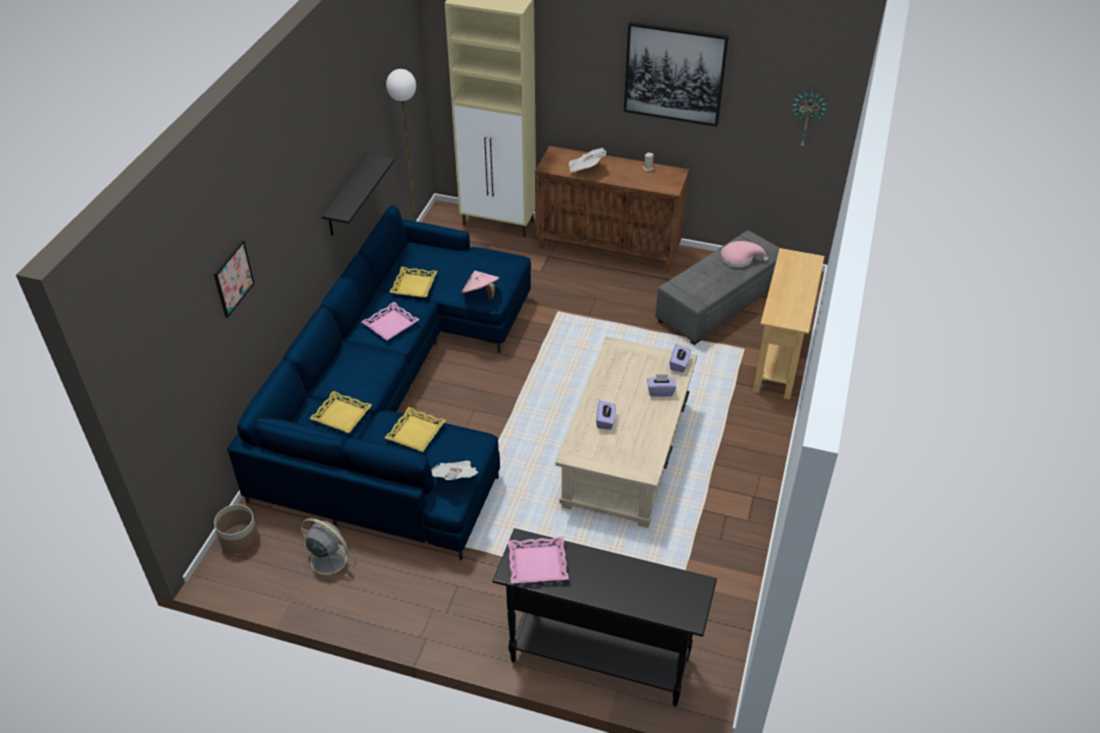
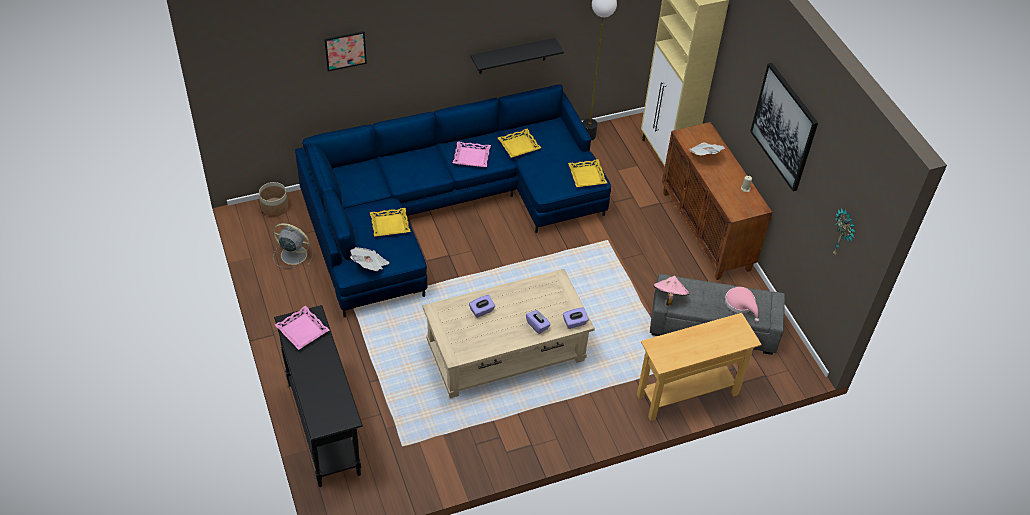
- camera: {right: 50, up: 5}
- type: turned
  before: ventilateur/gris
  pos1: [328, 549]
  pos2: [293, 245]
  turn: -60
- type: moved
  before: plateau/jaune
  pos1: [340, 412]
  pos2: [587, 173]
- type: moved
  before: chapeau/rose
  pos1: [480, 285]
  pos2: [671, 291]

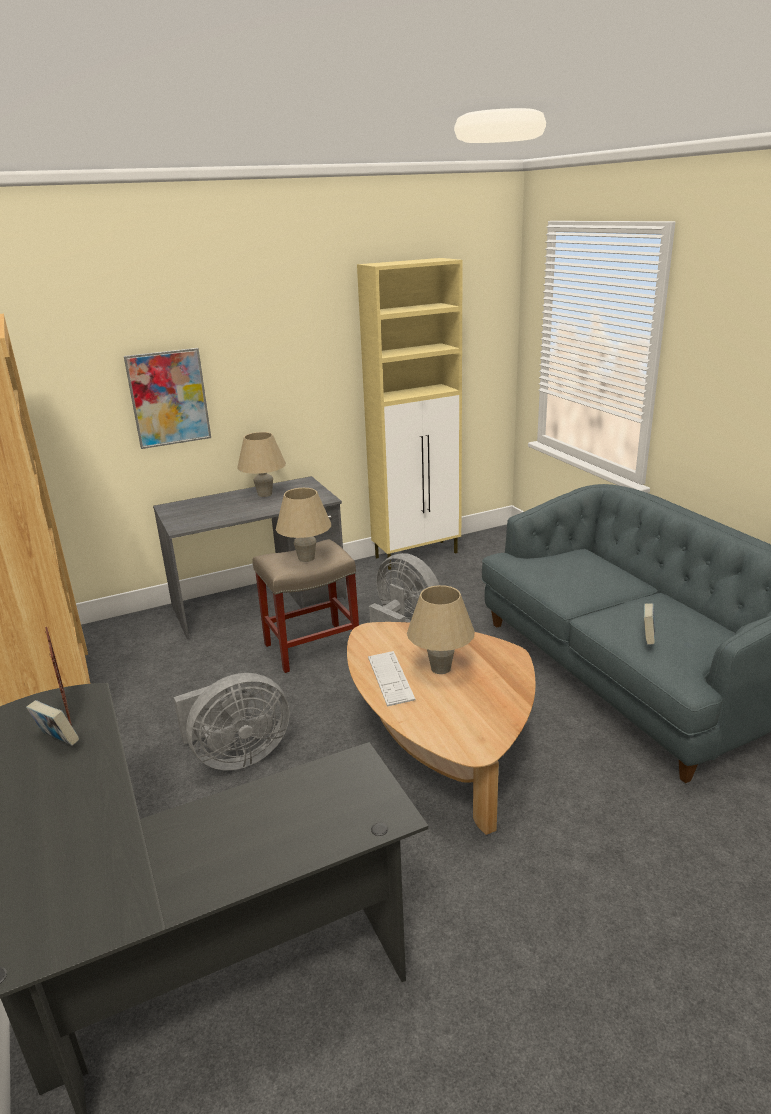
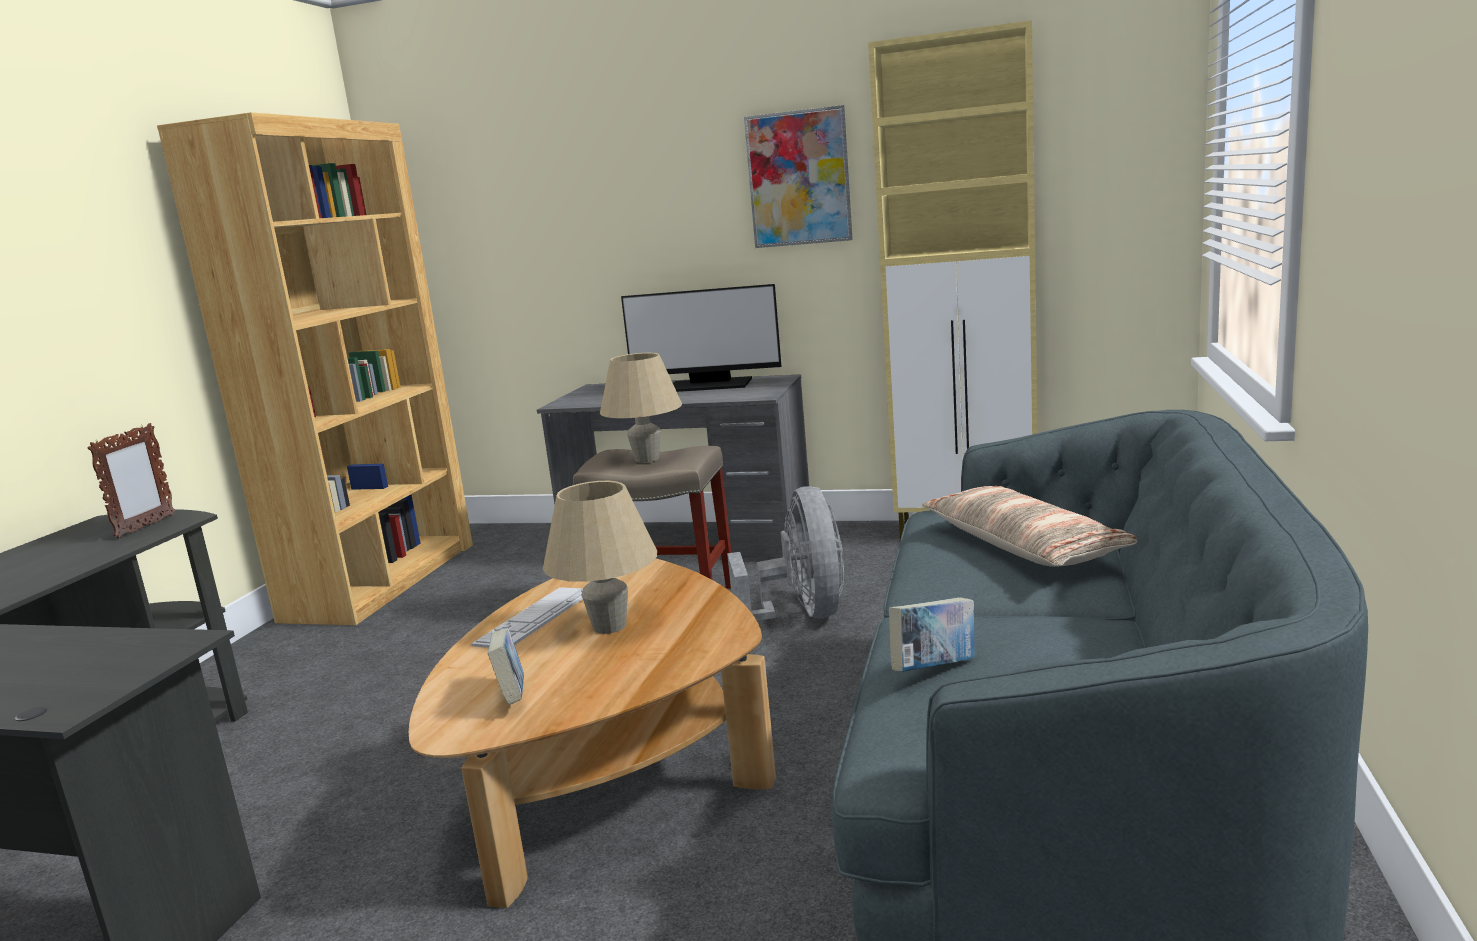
- camera: {right: 40, up: -10}
- type: moved
  before: livre
  pos1: [52, 723]
  pos2: [506, 666]
- type: replaced
  before: lampe de table/beige
  after: écran d'ordinateur
  pos1: [261, 464]
  pos2: [701, 338]
- type: moved
  before: tableau
  pos1: [167, 398]
  pos2: [798, 176]
- type: added
  after: coussin
  pos2: [1029, 526]
- type: removed
  before: ventilateur/gris
  pos1: [231, 721]

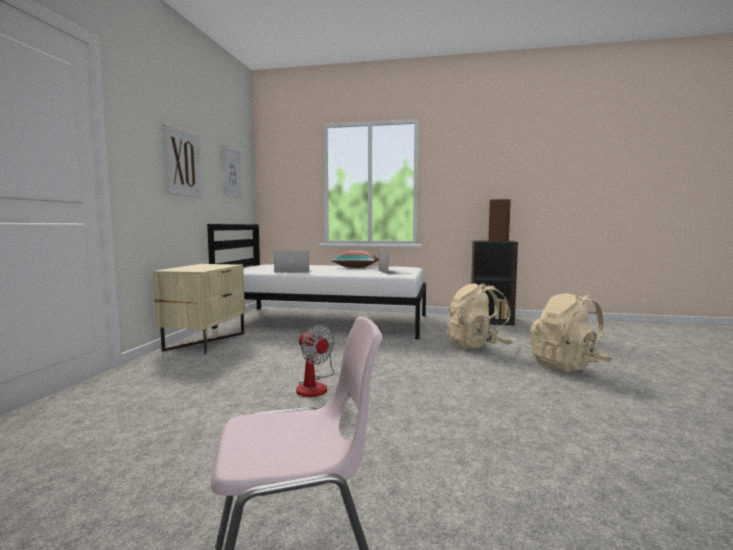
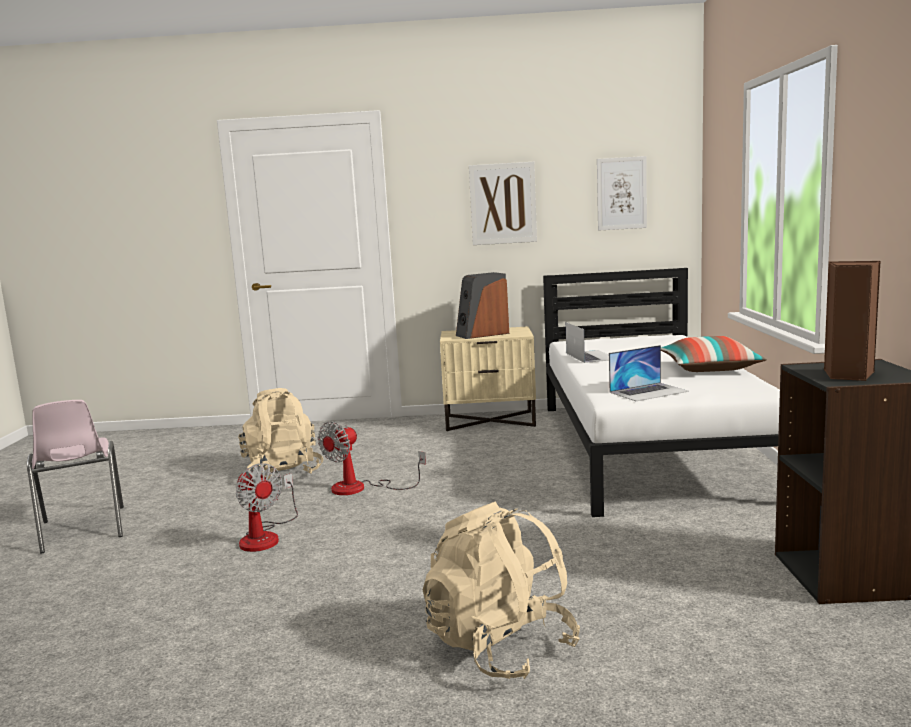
- camera: {right: 80, up: 5}
- type: added
  after: ventilateur
  pos2: [267, 507]
- type: moved
  before: sac à dos/beige
  pos1: [480, 316]
  pos2: [280, 433]
- type: added
  after: enceinte
  pos2: [482, 305]

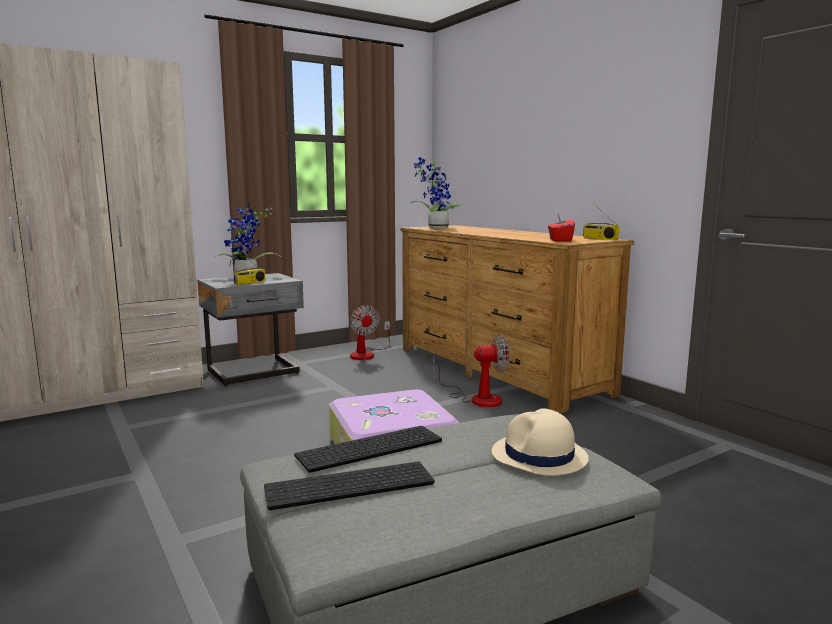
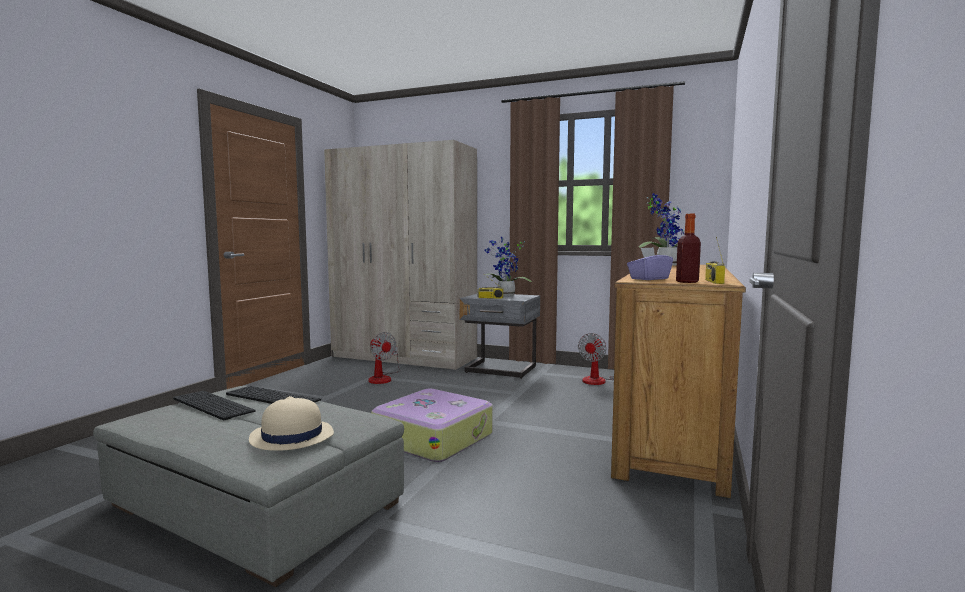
- camera: {right: 55, up: -5}
- type: moved
  before: ventilateur
  pos1: [471, 370]
  pos2: [384, 358]
- type: recoloured
  before: boîte à mouchoirs/rouge
  after: boîte à mouchoirs/violet
  pos1: [561, 228]
  pos2: [650, 263]
- type: added
  after: bouteille
  pos2: [688, 248]

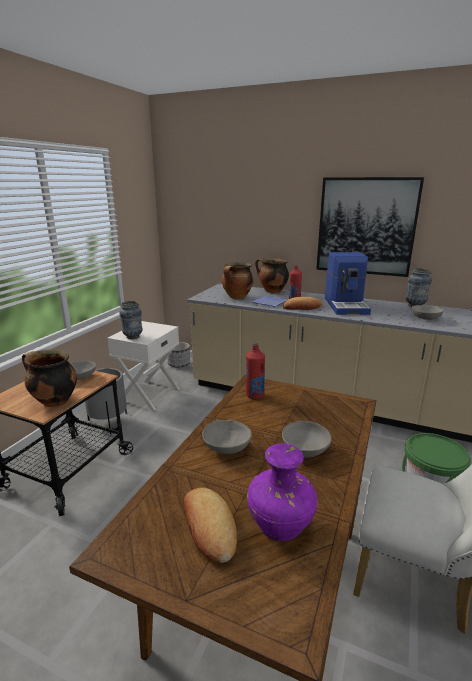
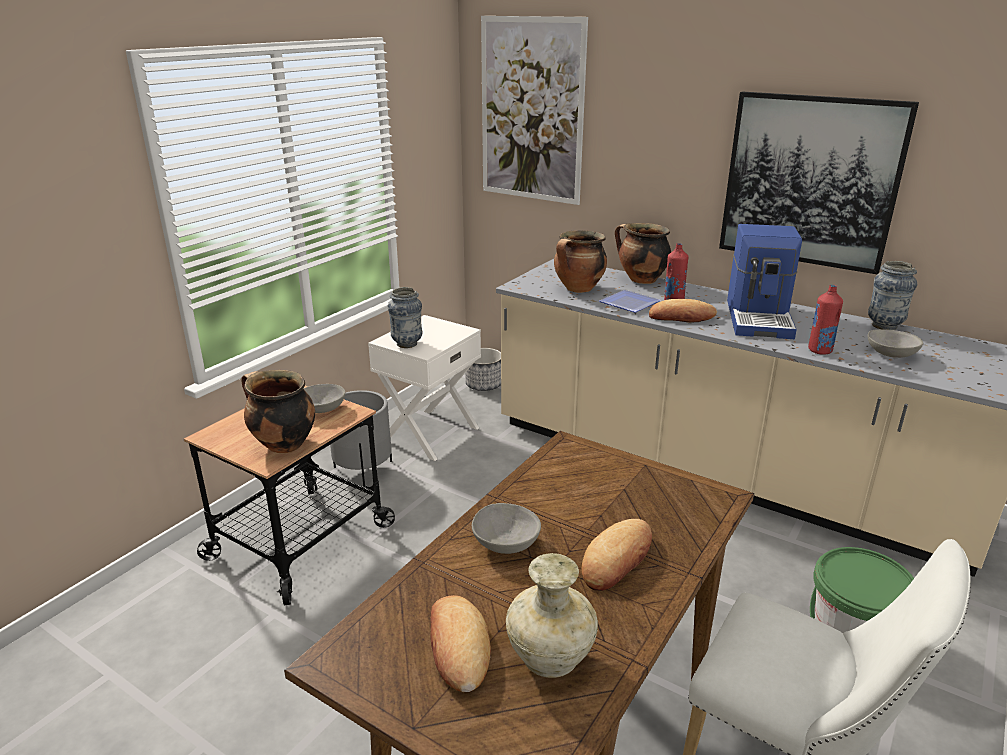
- camera: {right: 10, up: 5}
- type: added
  after: tableau
  pos2: [534, 110]
- type: recoloured
  before: vase/violet
  after: vase/beige
  pos1: [282, 492]
  pos2: [552, 615]
- type: replaced
  before: bol/gris
  after: pain
  pos1: [307, 439]
  pos2: [617, 555]
- type: moved
  before: bouteille/rouge
  pos1: [255, 371]
  pos2: [825, 320]

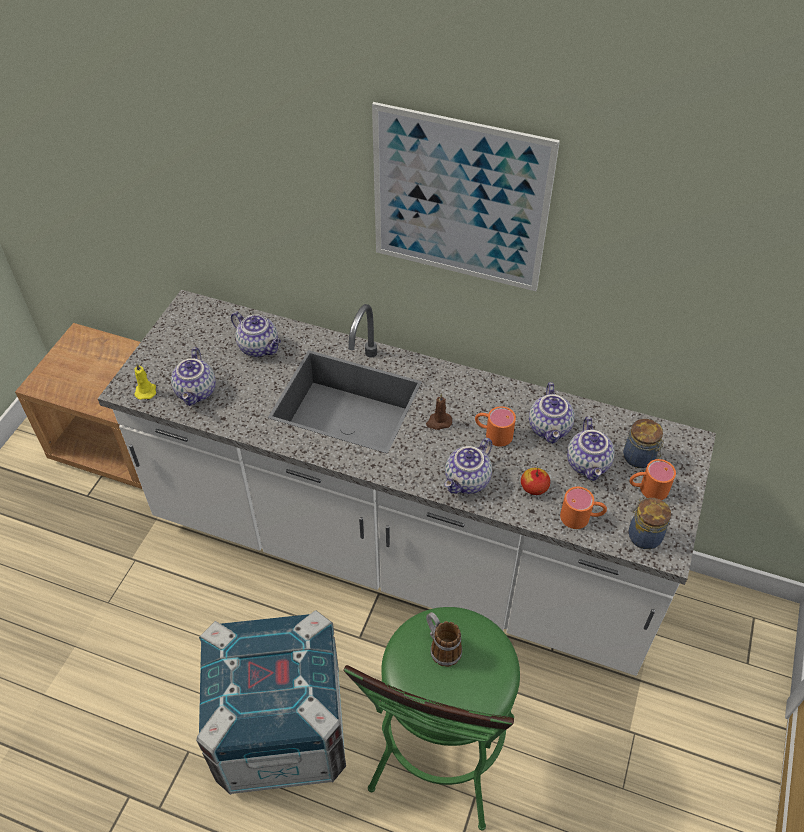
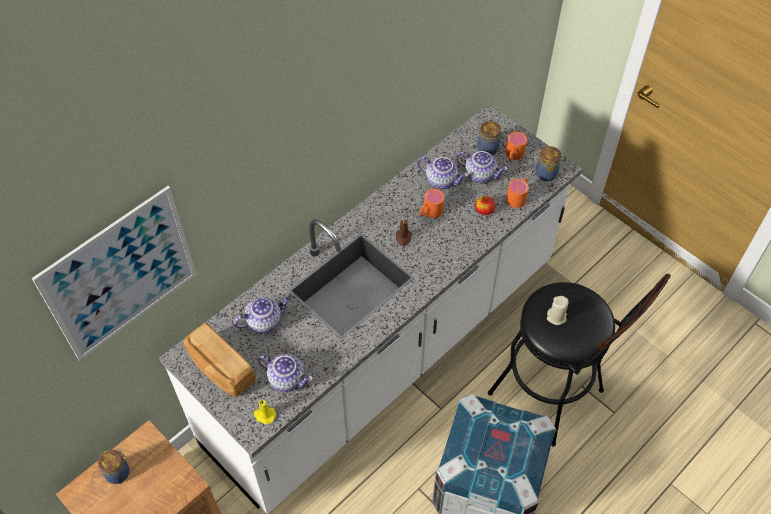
- camera: {right: -65, up: 5}
- type: moved
  before: tableau
  pos1: [466, 196]
  pos2: [114, 273]
- type: added
  after: bocal
  pos2: [114, 466]
- type: added
  after: pain
  pos2: [220, 360]
- type: recoloured
  before: tabouret/vert
  after: tabouret/noir
  pos1: [431, 719]
  pos2: [579, 360]
- type: replaced
  before: mug
  after: bougie/beige
  pos1: [444, 639]
  pos2: [557, 310]
- type: removed
  before: théière
  pos1: [468, 466]

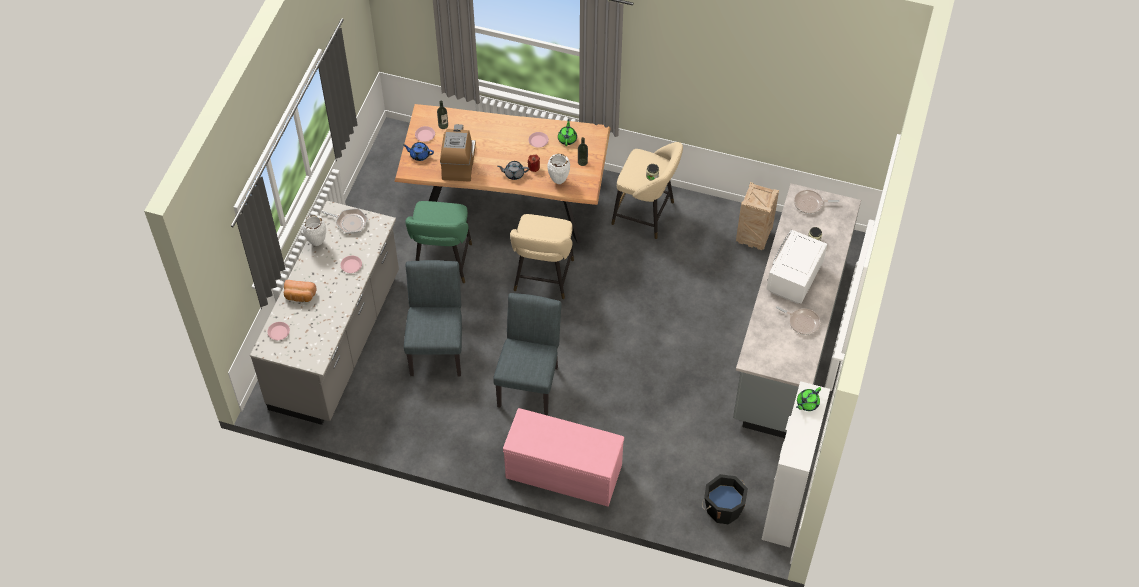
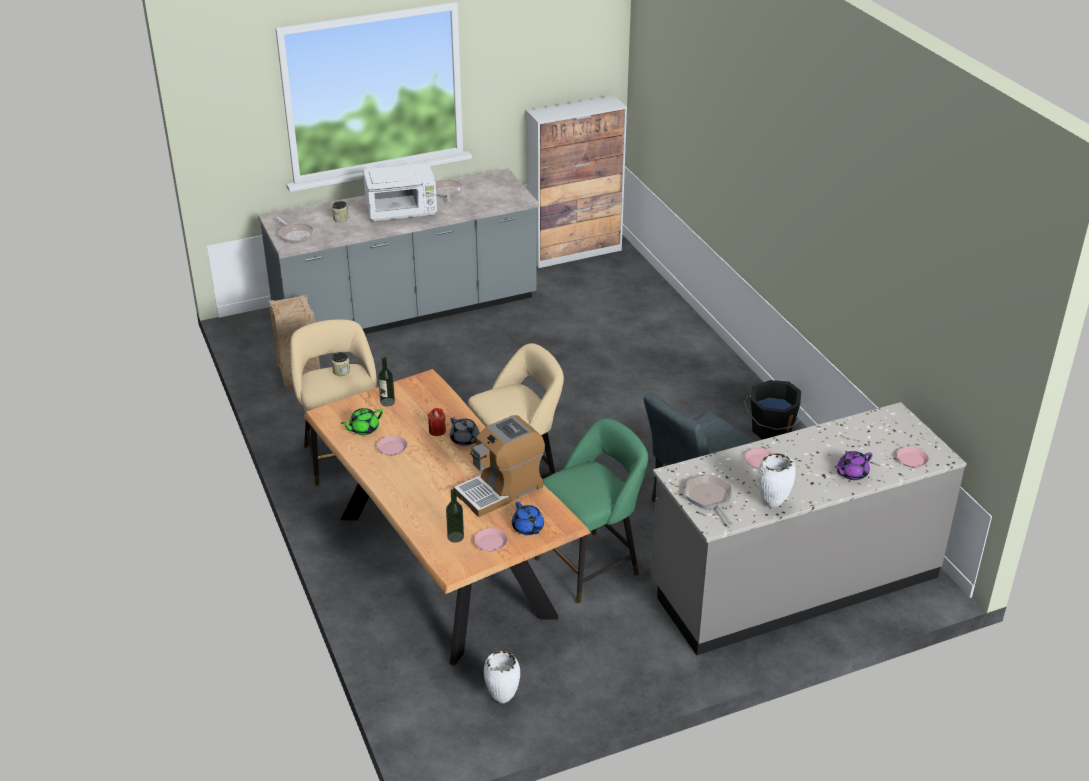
- camera: {right: -130, up: -20}
- type: moved
  before: vase/blanc
  pos1: [558, 169]
  pos2: [502, 677]
- type: moved
  before: seau/noir
  pos1: [725, 499]
  pos2: [775, 409]
- type: replaced
  before: pain
  after: théière/violet
  pos1: [300, 291]
  pos2: [854, 465]
- type: removed
  before: chaise/gris
  pos1: [527, 354]
- type: removed
  before: banc/rose
  pos1: [563, 457]
- type: removed
  before: théière/vert
  pos1: [808, 399]

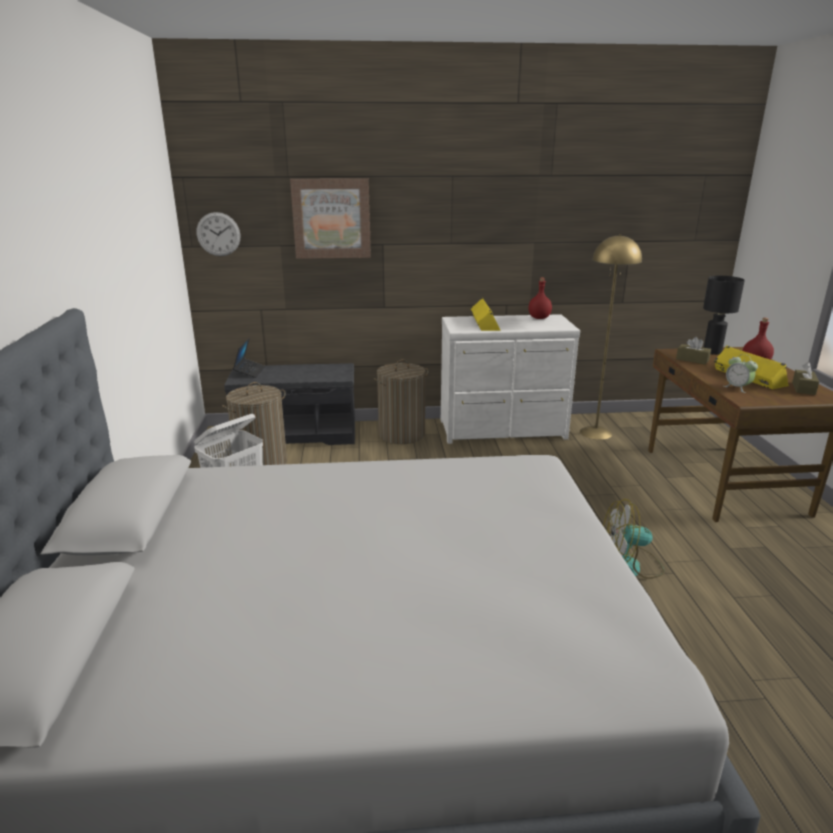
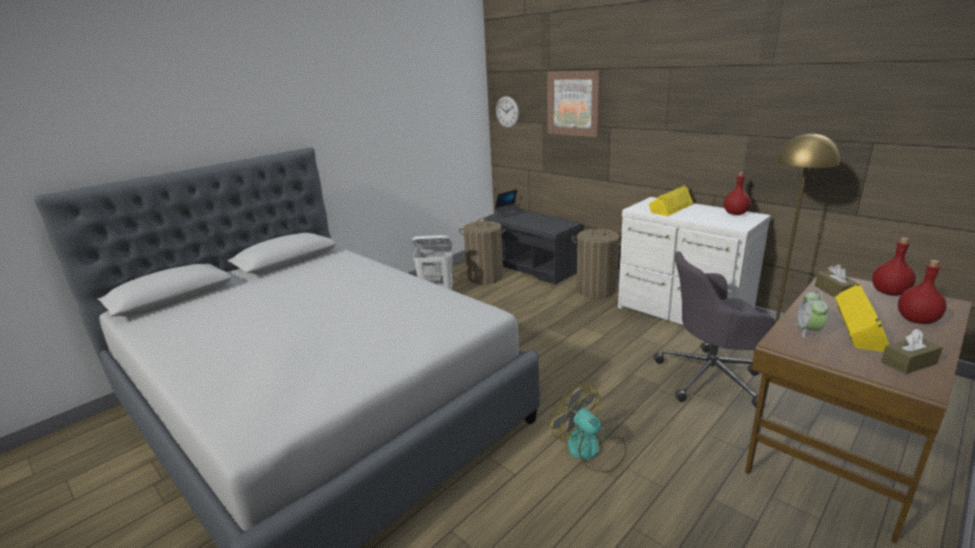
- camera: {right: 50, up: 0}
- type: added
  after: chaise de bureau/gris
  pos2: [714, 329]
- type: replaced
  before: lampe de table/noir
  after: bouteille/rouge
  pos1: [724, 315]
  pos2: [894, 267]

